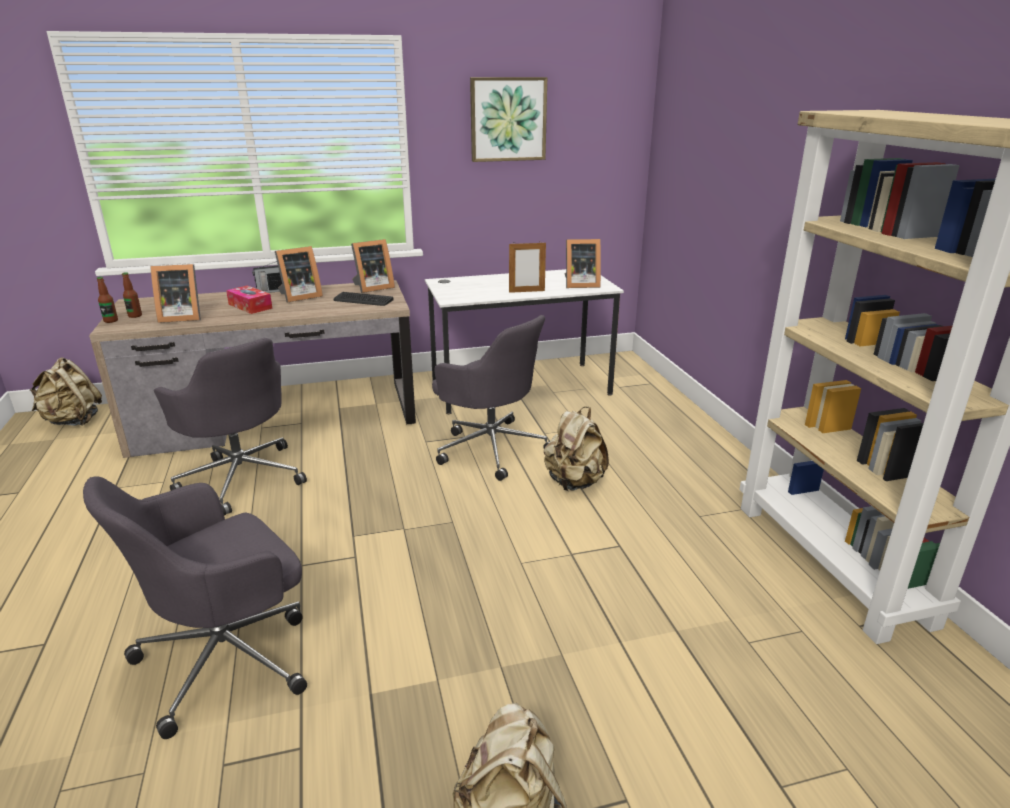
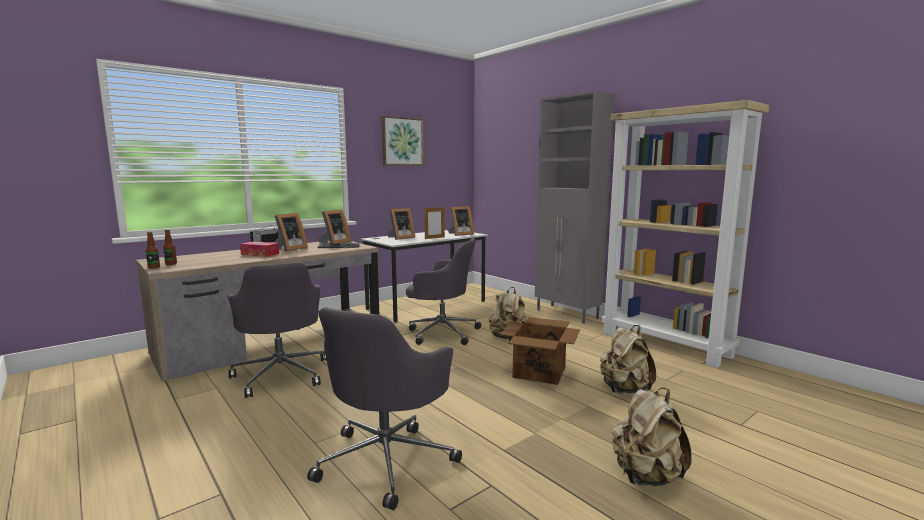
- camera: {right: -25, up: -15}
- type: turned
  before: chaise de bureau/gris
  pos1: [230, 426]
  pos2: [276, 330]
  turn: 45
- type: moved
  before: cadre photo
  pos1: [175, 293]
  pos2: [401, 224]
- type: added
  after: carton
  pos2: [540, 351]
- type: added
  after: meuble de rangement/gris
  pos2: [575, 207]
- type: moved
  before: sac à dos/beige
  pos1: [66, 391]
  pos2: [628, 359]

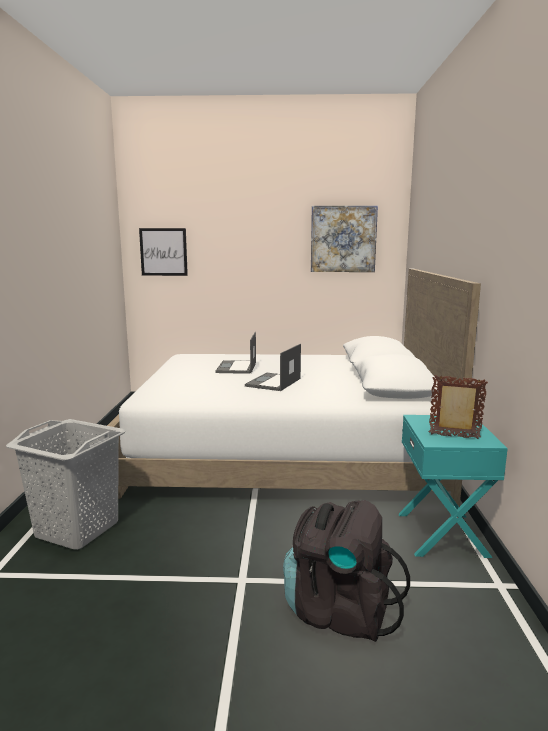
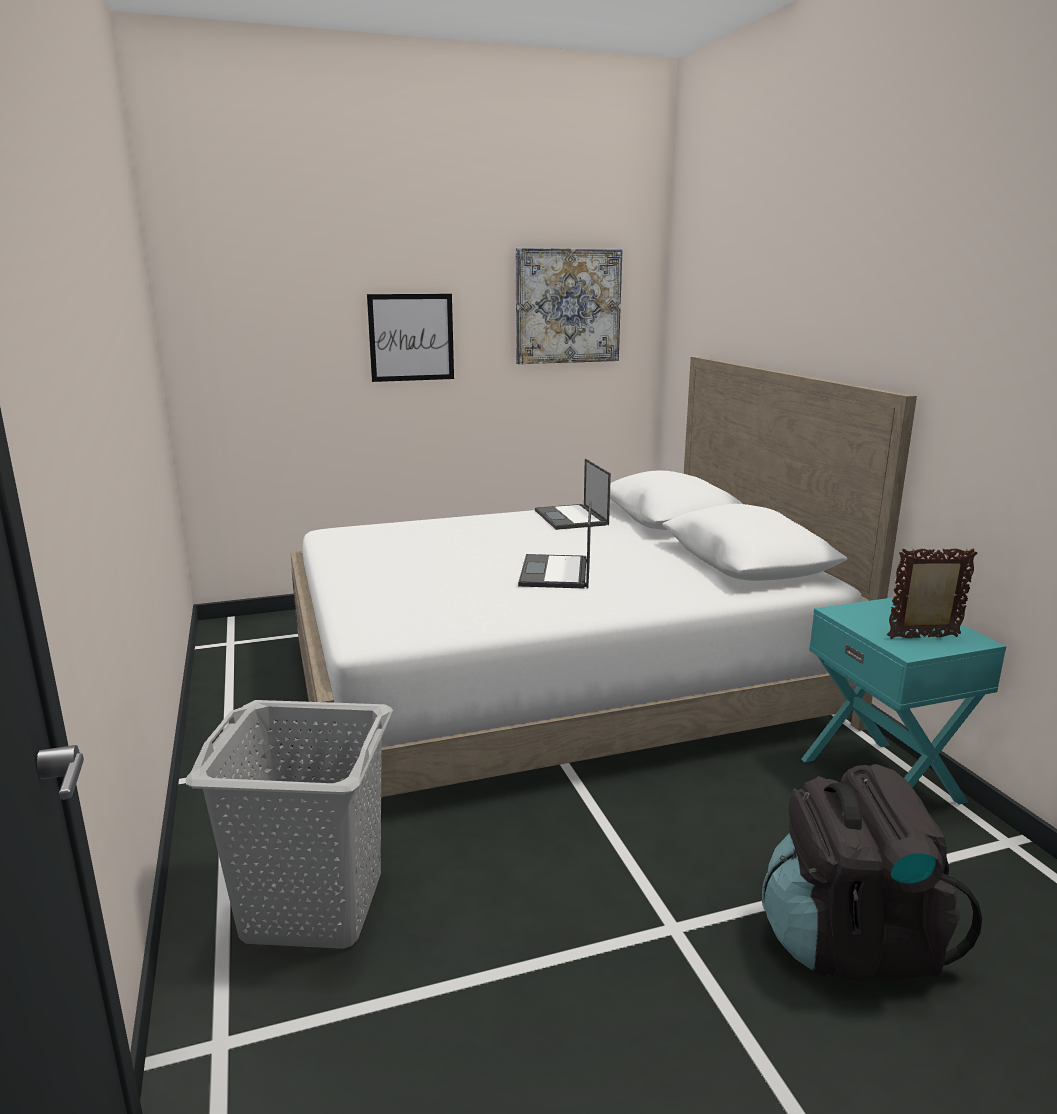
- camera: {right: -20, up: 5}
- type: moved
  before: tableau
  pos1: [163, 252]
  pos2: [410, 338]
- type: moved
  before: ordinateur portable
  pos1: [235, 353]
  pos2: [573, 494]

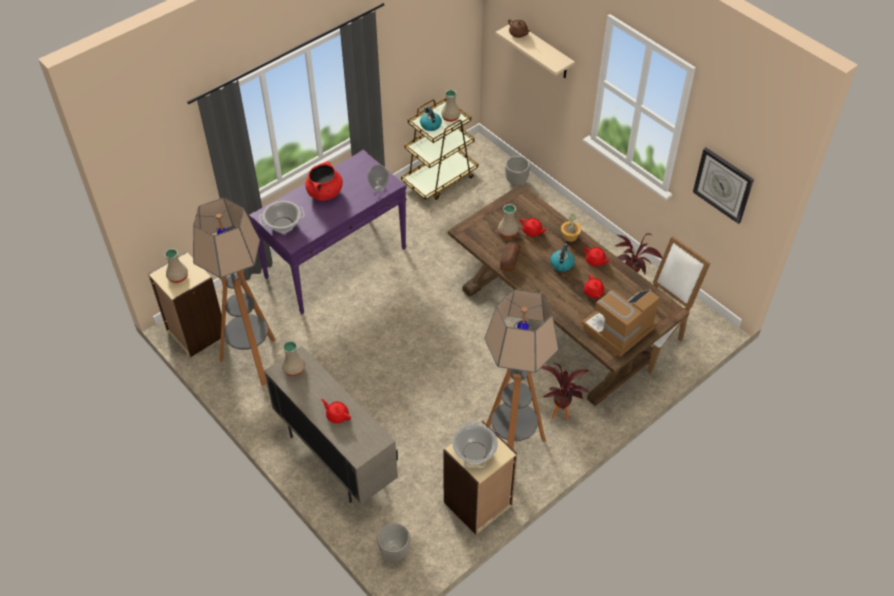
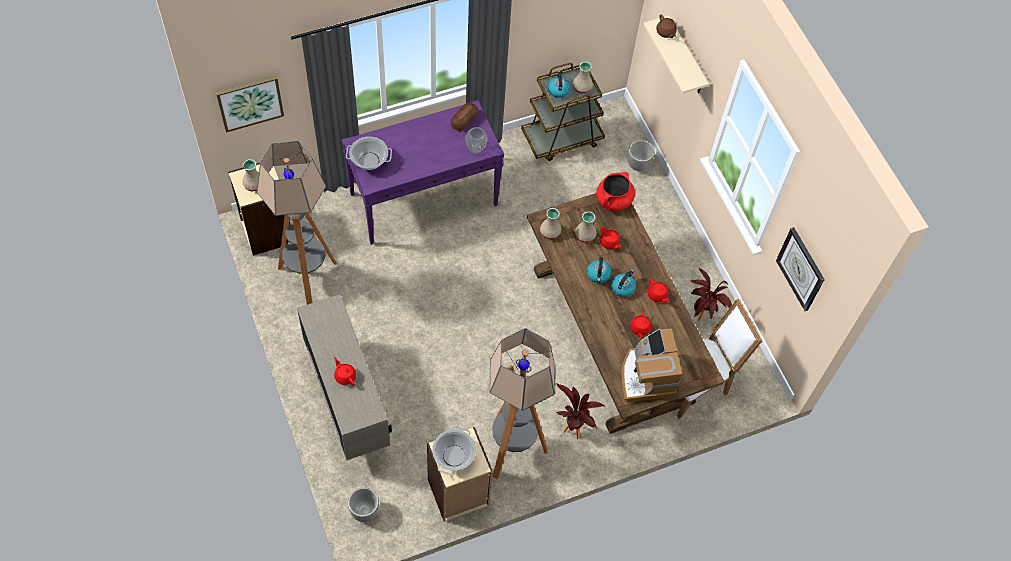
- camera: {right: 15, up: 10}
- type: added
  after: tableau
  pos2: [250, 103]
- type: moved
  before: pain
  pos1: [510, 257]
  pos2: [464, 117]
- type: moved
  before: vase/beige
  pos1: [293, 358]
  pos2: [551, 223]
- type: added
  after: bouilloire
  pos2: [599, 270]
- type: moved
  before: marmite/rouge
  pos1: [324, 181]
  pos2: [615, 191]
- type: turned
  before: machine à café
  pos1: [621, 323]
  pos2: [651, 365]
  turn: -75
- type: removed
  before: plante en pot
  pos1: [571, 227]

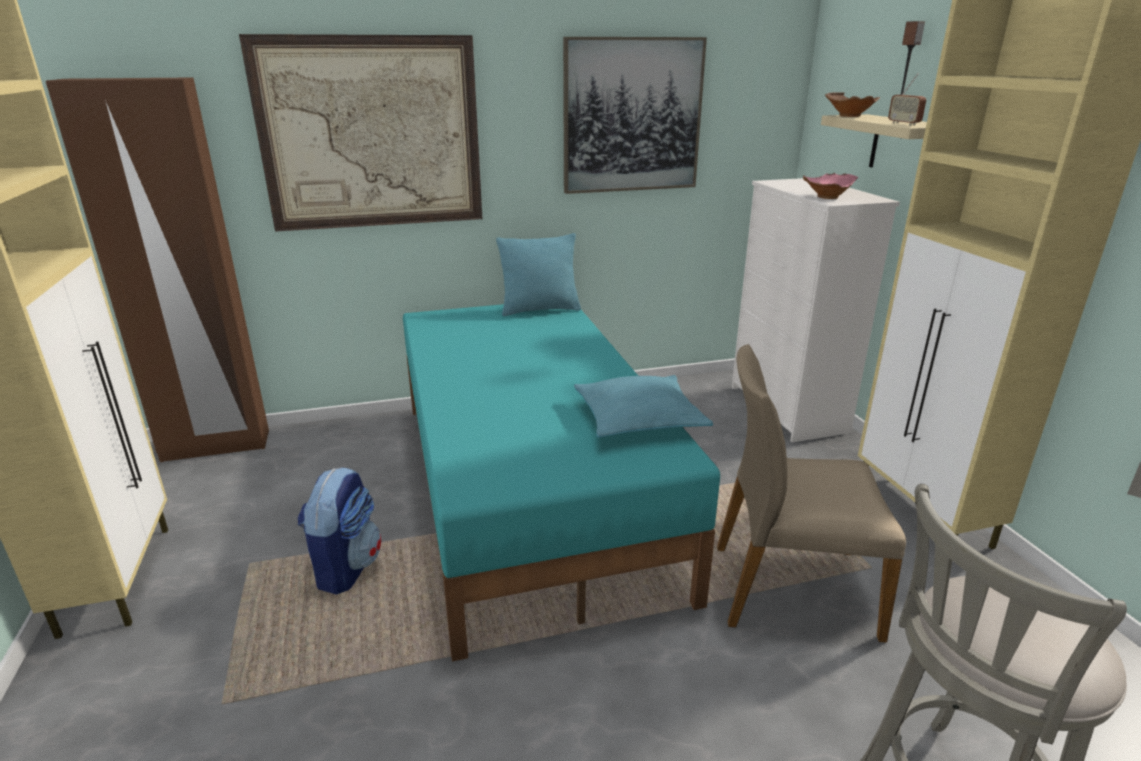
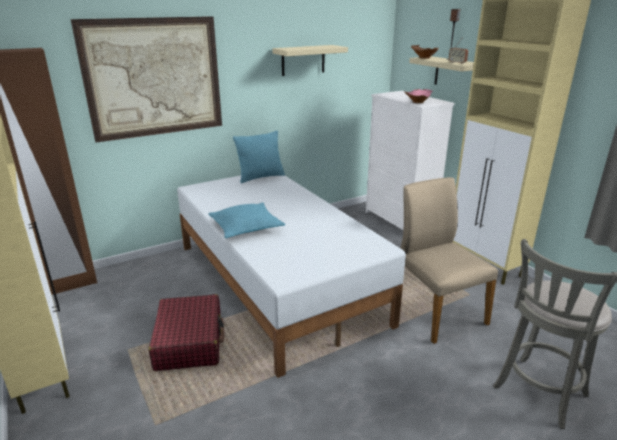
- camera: {right: -15, up: 0}
- type: replaced
  before: sac à dos
  after: valise/rouge
  pos1: [339, 531]
  pos2: [186, 332]
- type: recoloured
  before: lit/turquoise
  after: lit/blanc
  pos1: [561, 482]
  pos2: [291, 276]
- type: moved
  before: coussin/turquoise
  pos1: [643, 406]
  pos2: [246, 220]
- type: replaced
  before: tableau
  after: étagère/beige
  pos1: [635, 115]
  pos2: [310, 60]
- type: turned
  before: chaise/beige
  pos1: [811, 493]
  pos2: [449, 260]
  turn: 75

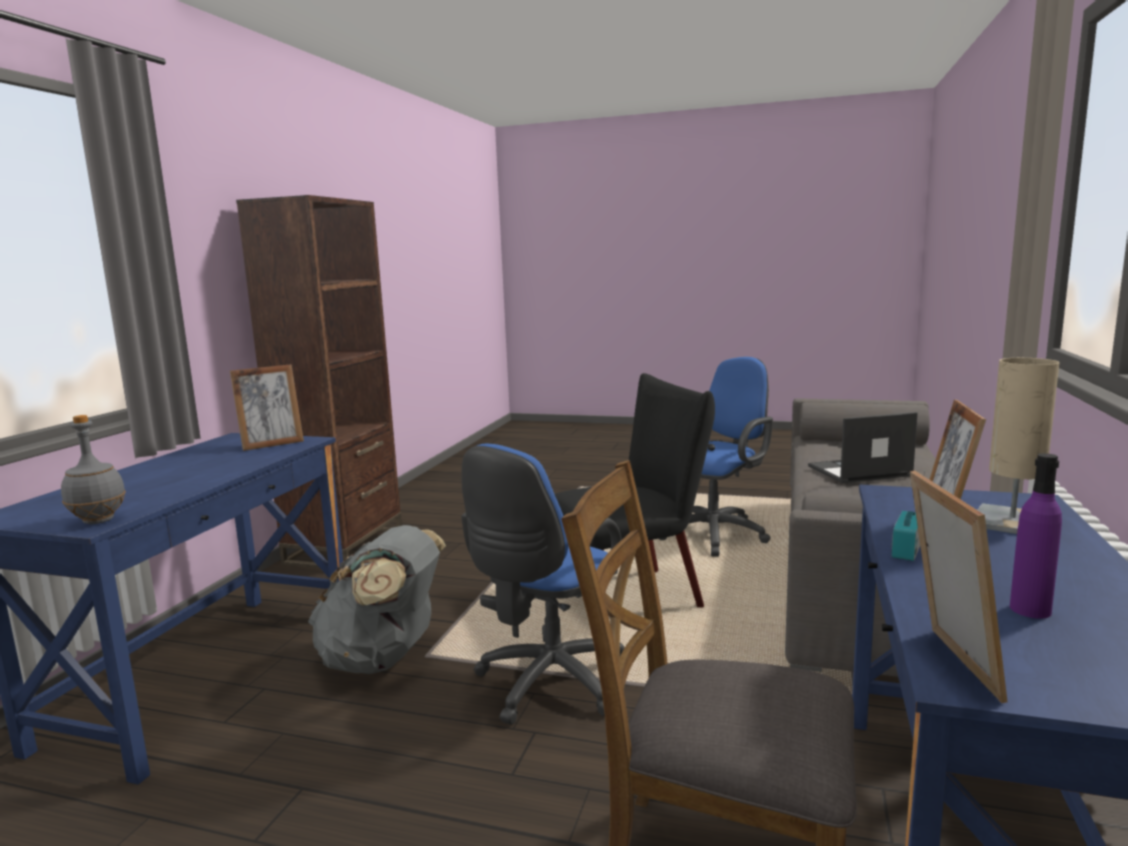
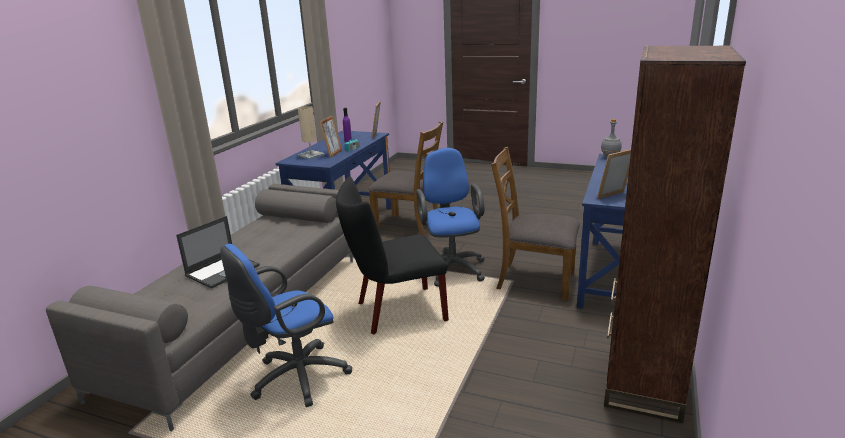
- camera: {right: -175, up: 10}
- type: turned
  before: ordinateur portable
  pos1: [863, 447]
  pos2: [217, 252]
  turn: -45
- type: turned
  before: chaise de bureau/bleu
  pos1: [542, 584]
  pos2: [450, 217]
  turn: -45
- type: replaced
  before: sac à dos/gris
  after: chaise/marron
  pos1: [377, 599]
  pos2: [535, 224]

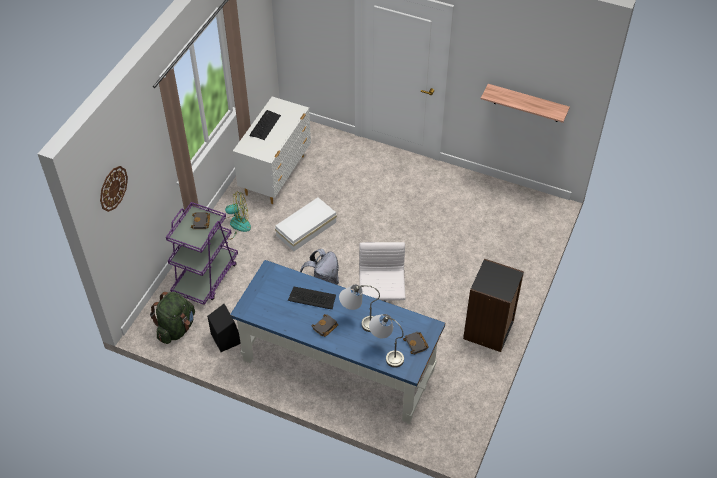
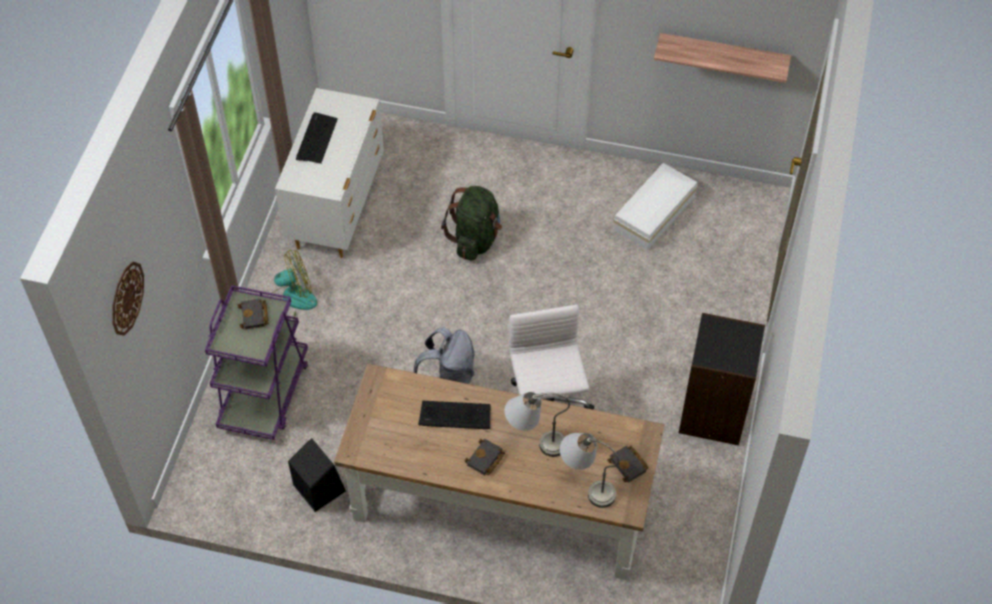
- camera: {right: -10, up: 5}
- type: recoloured
  before: bureau/bleu
  after: bureau/marron
  pos1: [337, 342]
  pos2: [499, 471]
- type: moved
  before: sac à dos/vert
  pos1: [172, 318]
  pos2: [471, 223]
- type: moved
  before: boîte de rangement/blanc
  pos1: [306, 224]
  pos2: [655, 206]

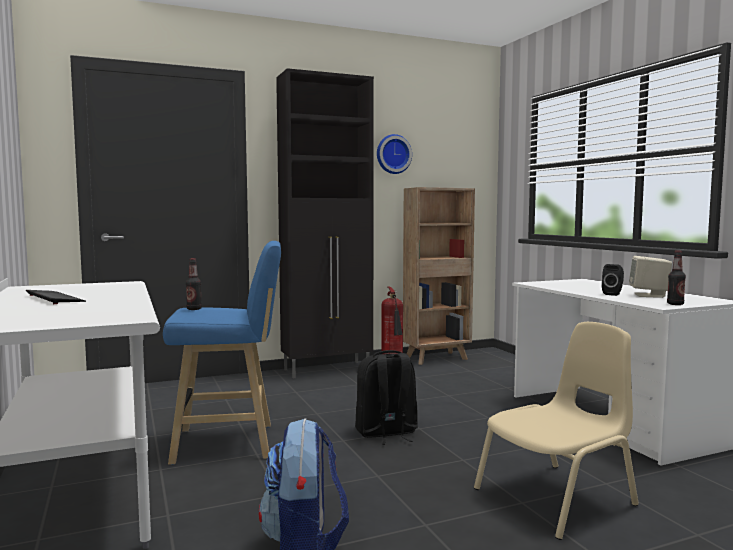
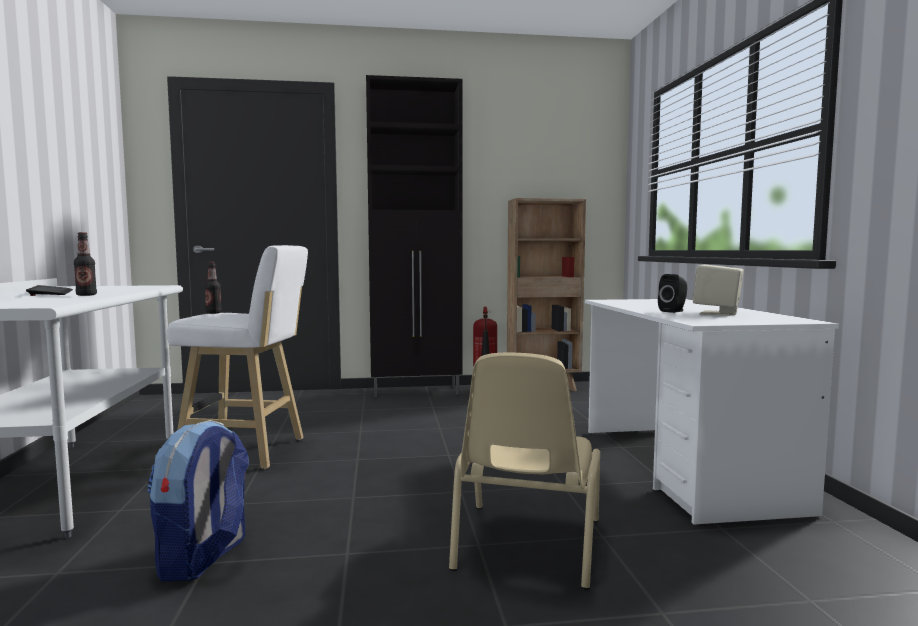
- camera: {right: 15, up: 0}
- type: moved
  before: bouteille
  pos1: [676, 278]
  pos2: [85, 264]
- type: recoloured
  before: tabouret/bleu
  after: tabouret/blanc
  pos1: [222, 353]
  pos2: [237, 357]
- type: turned
  before: chaise/beige
  pos1: [556, 431]
  pos2: [524, 471]
  turn: 120
- type: removed
  before: sac à dos/noir
  pos1: [386, 397]
- type: removed
  before: horloge murale
  pos1: [394, 154]

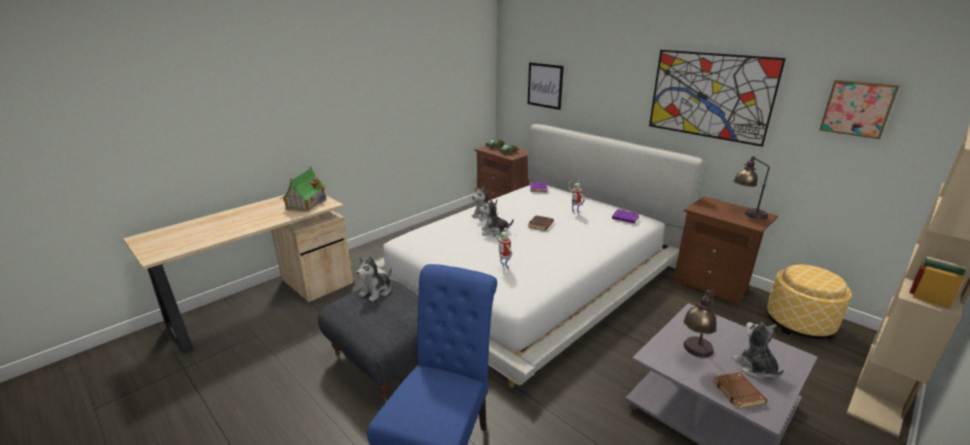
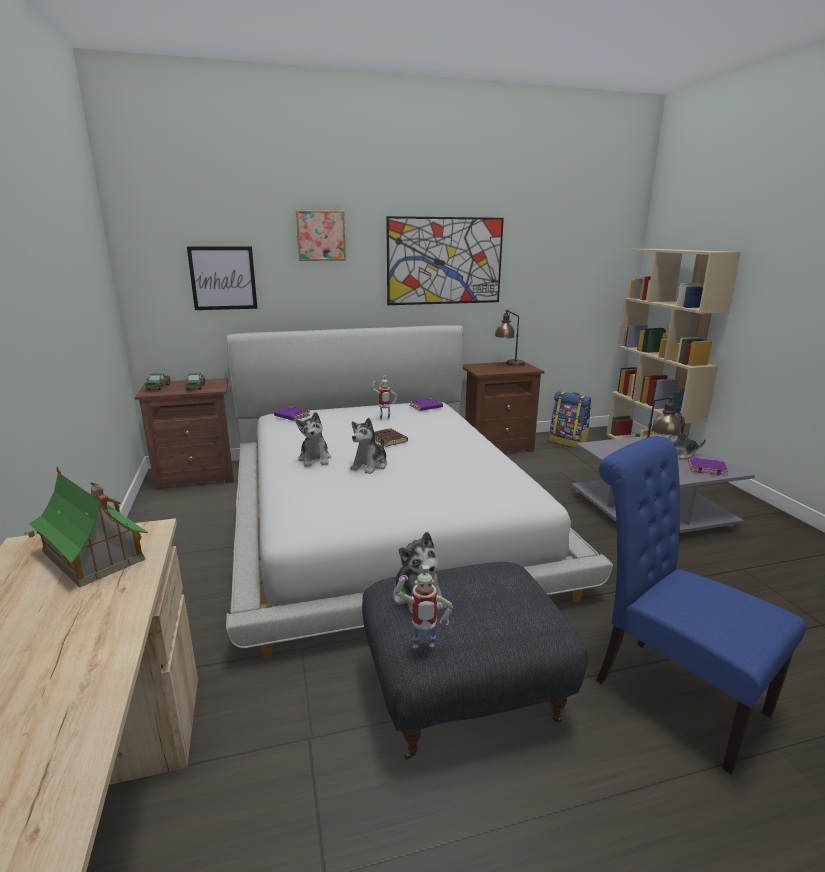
- camera: {right: -60, up: -5}
- type: moved
  before: tableau
  pos1: [860, 109]
  pos2: [321, 235]
- type: moved
  before: robot jouet
  pos1: [504, 249]
  pos2: [424, 606]
- type: replaced
  before: pouf
  after: sac à dos
  pos1: [809, 302]
  pos2: [570, 419]
- type: recoloured
  before: livre/marron
  after: livre/violet
  pos1: [740, 390]
  pos2: [708, 466]

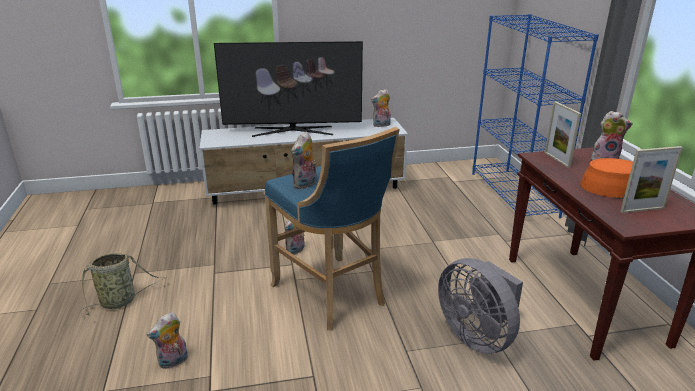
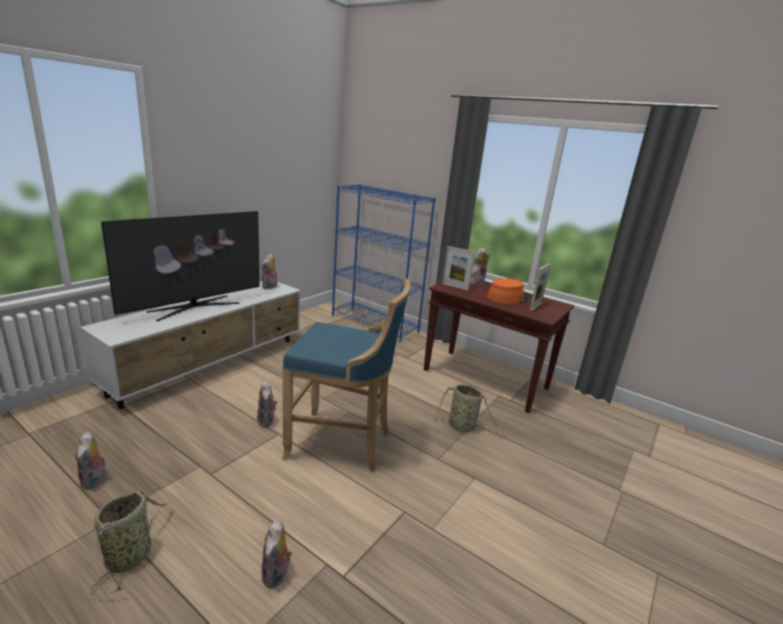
- camera: {right: -45, up: -5}
- type: moved
  before: peluche
  pos1: [304, 161]
  pos2: [91, 460]
- type: replaced
  before: ventilateur/gris
  after: panier
  pos1: [480, 306]
  pos2: [469, 408]

